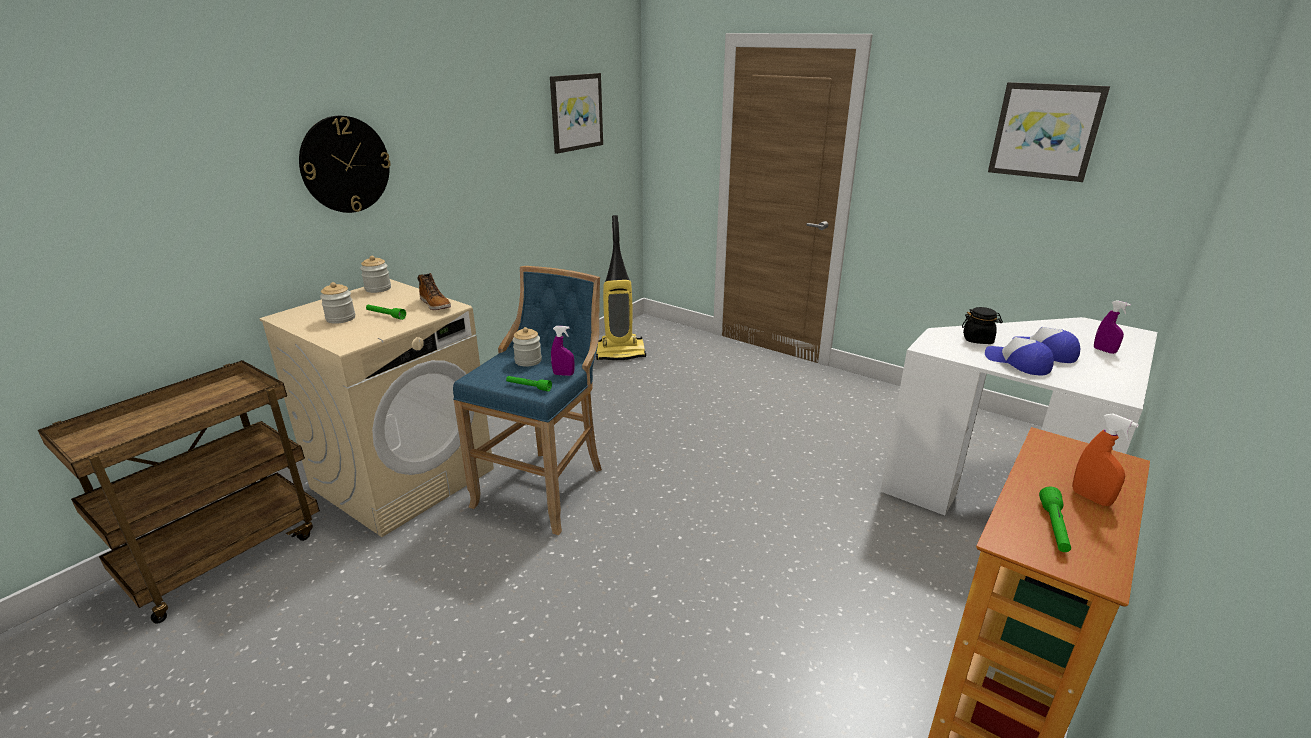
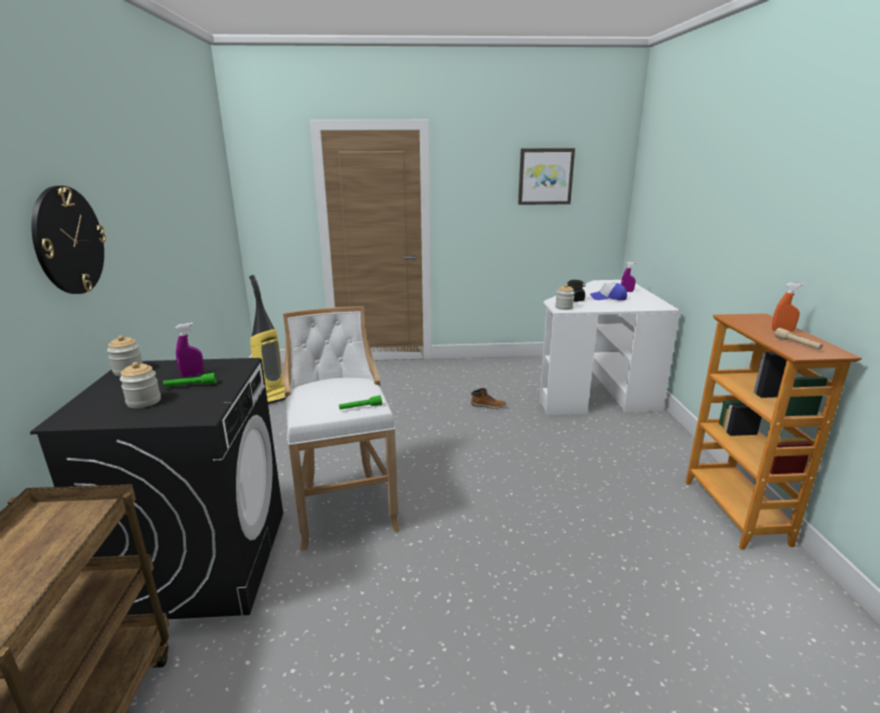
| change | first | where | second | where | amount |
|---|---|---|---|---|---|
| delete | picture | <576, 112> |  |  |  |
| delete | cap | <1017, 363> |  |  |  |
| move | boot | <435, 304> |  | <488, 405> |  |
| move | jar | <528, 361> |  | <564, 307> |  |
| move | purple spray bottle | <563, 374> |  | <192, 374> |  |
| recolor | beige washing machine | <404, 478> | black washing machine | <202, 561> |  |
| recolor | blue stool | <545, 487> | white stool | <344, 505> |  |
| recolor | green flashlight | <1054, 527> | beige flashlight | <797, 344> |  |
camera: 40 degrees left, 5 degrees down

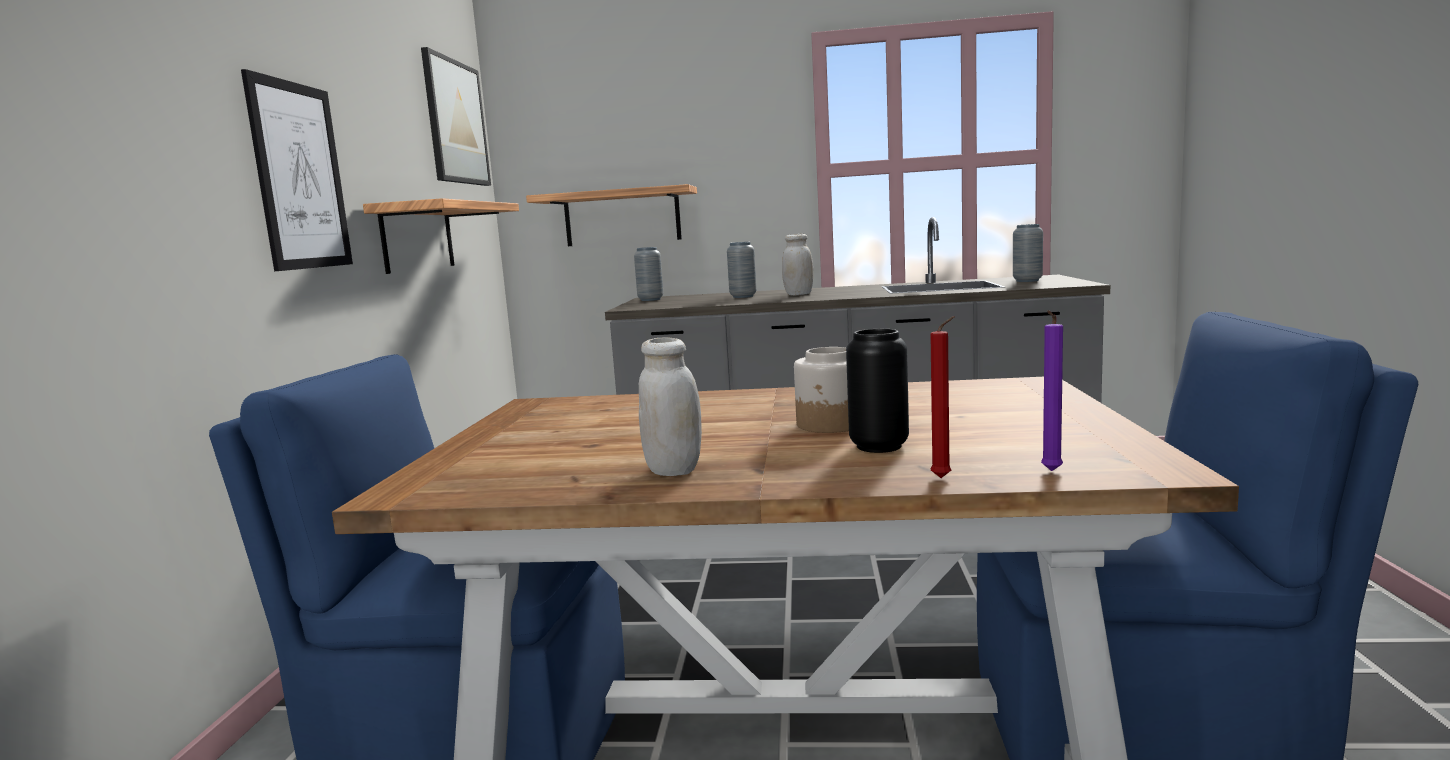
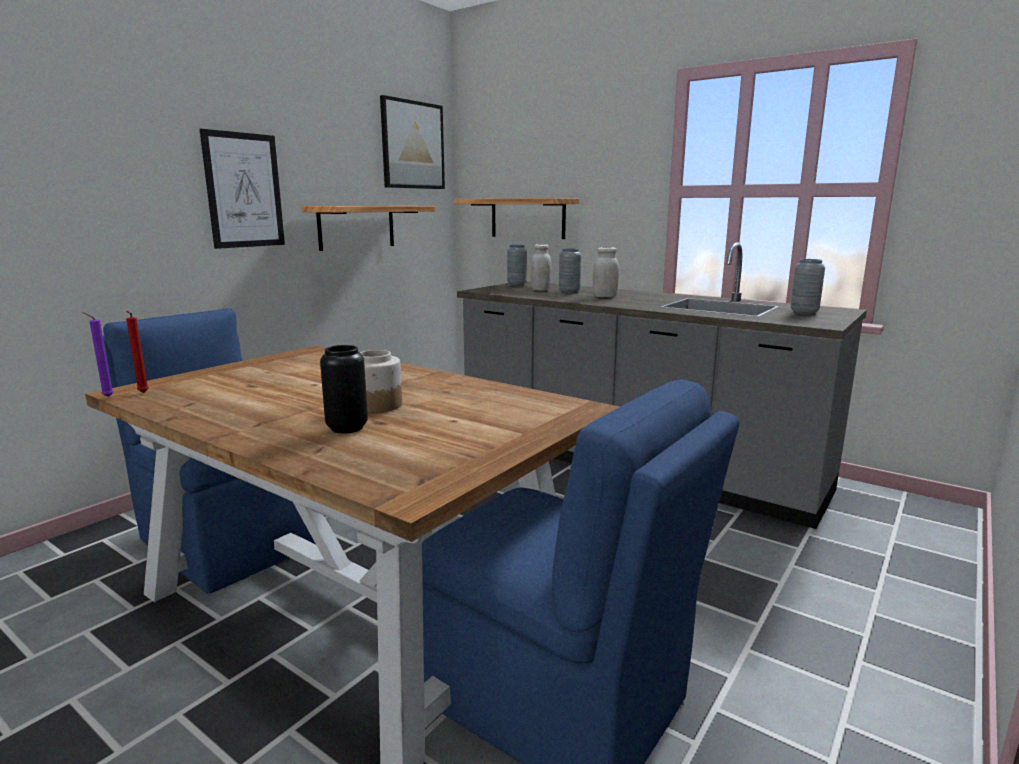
| change | first | where | second | where | amount |
|---|---|---|---|---|---|
| move | white jar | <673, 470> |  | <540, 290> |  |
| move | red candle | <943, 479> |  | <142, 393> |  |
| move | purple candle | <1050, 472> |  | <106, 397> |  |
camera: 30 degrees right, 5 degrees up

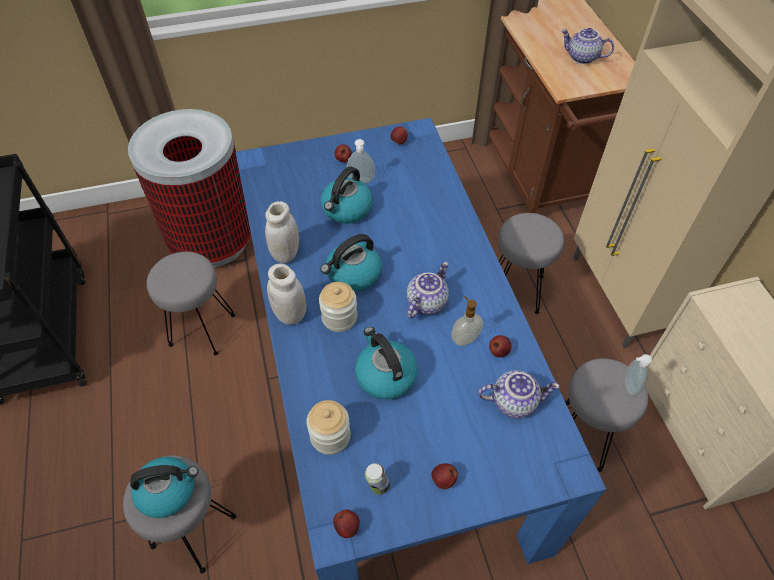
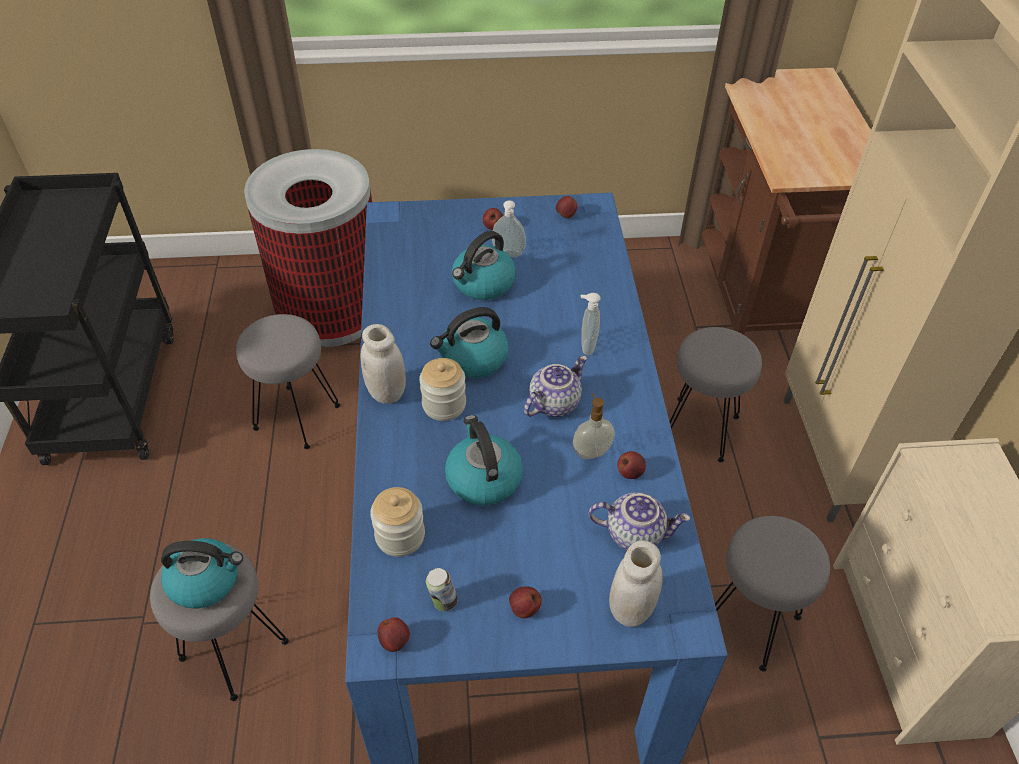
| change | first | where | second | where | amount |
|---|---|---|---|---|---|
| delete | teapot | <581, 58> |  |  |  |
| move | white jar | <286, 254> |  | <631, 609> |  |
| move | soap dispenser | <628, 386> |  | <586, 346> |  |
camera: 10 degrees right, 5 degrees down

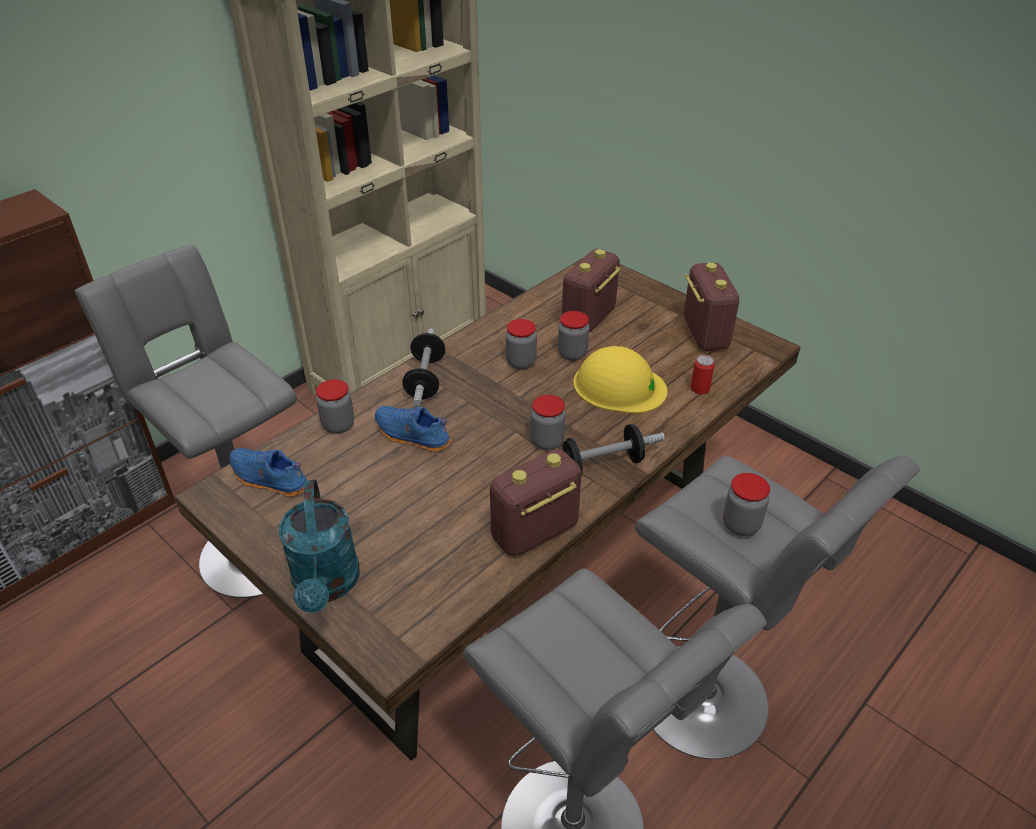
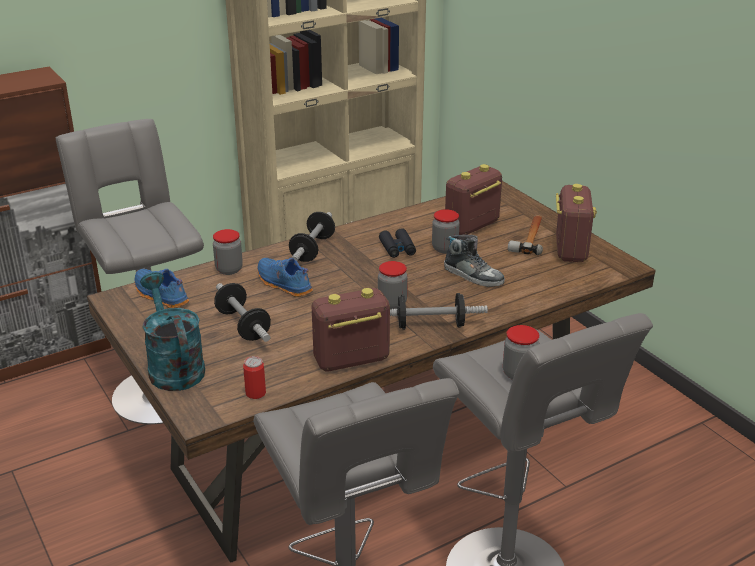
| change | first | where | second | where | amount |
|---|---|---|---|---|---|
| insert |  |  | dumbbell | <243, 325> |  |
| insert |  |  | hammer | <530, 237> |  |
| move | can | <700, 389> |  | <255, 393> |  |
| replace | jar | <521, 362> | black binoculars | <397, 248> |  |
| replace | yellow hard hat | <619, 386> | shoe | <473, 275> |  |
| rotate | turquoise watering can | <326, 586> |  | <173, 366> | 150 degrees clockwise |
camera: 15 degrees right, 10 degrees down

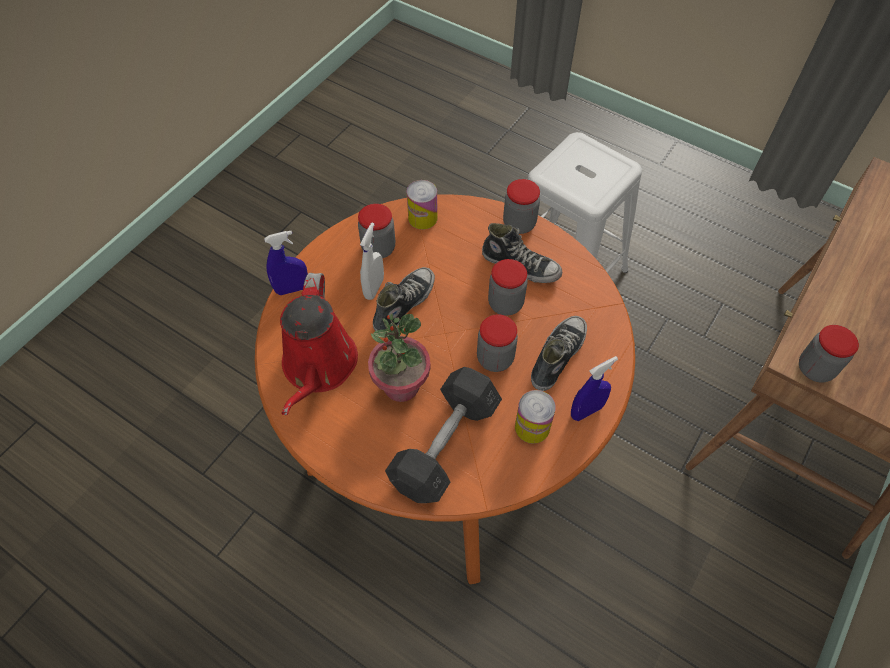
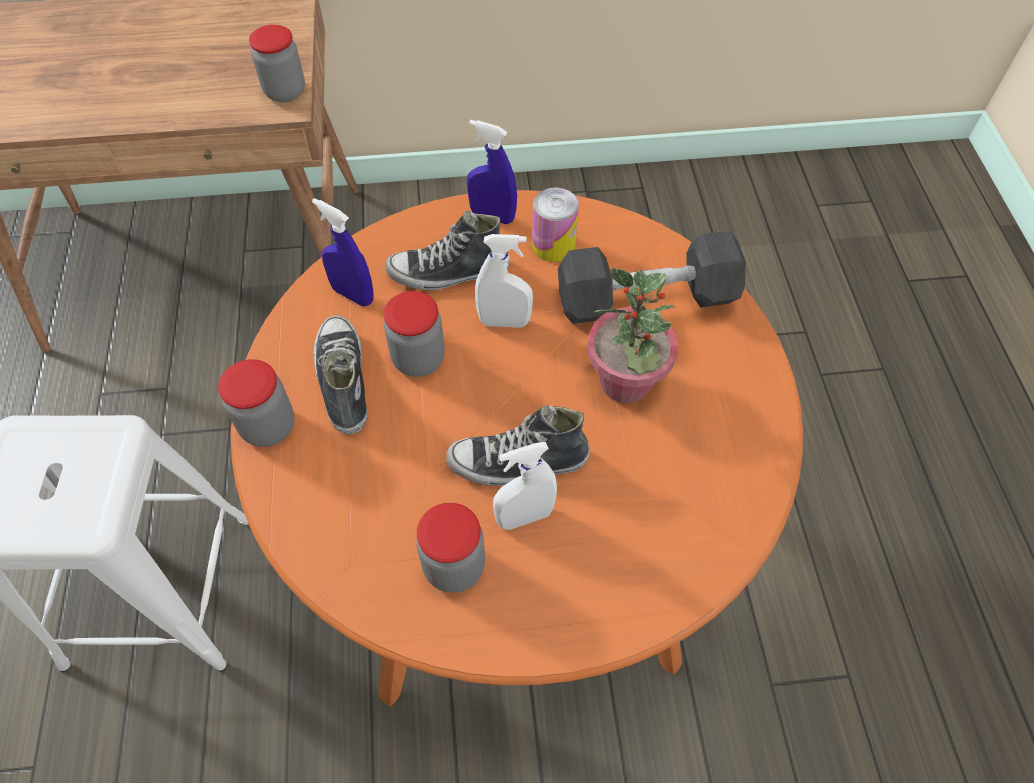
| change | first | where | second | where | amount |
|---|---|---|---|---|---|
| delete | red watering can | <318, 367> |  |  |  |
| delete | can | <422, 218> |  |  |  |
| move | blue spray bottle | <292, 289> |  | <353, 295> |  |
| replace | jar | <495, 358> | white spray bottle | <504, 322> |  |
camera: 130 degrees left, 0 degrees up

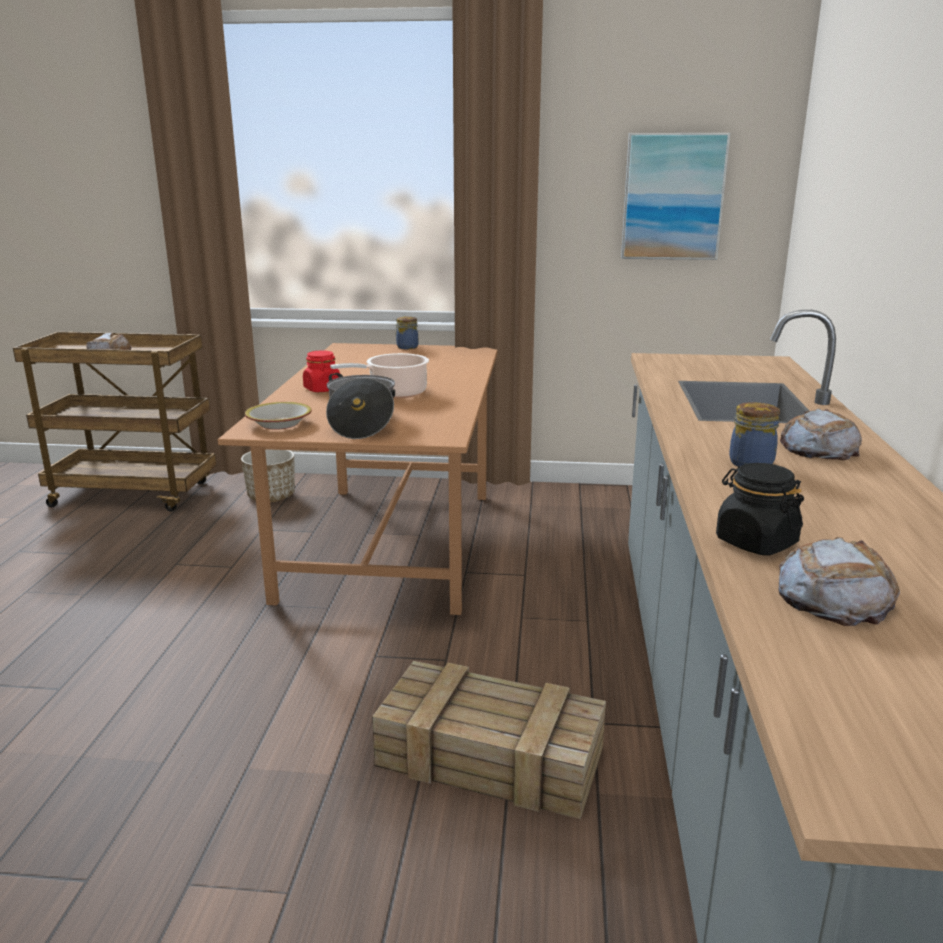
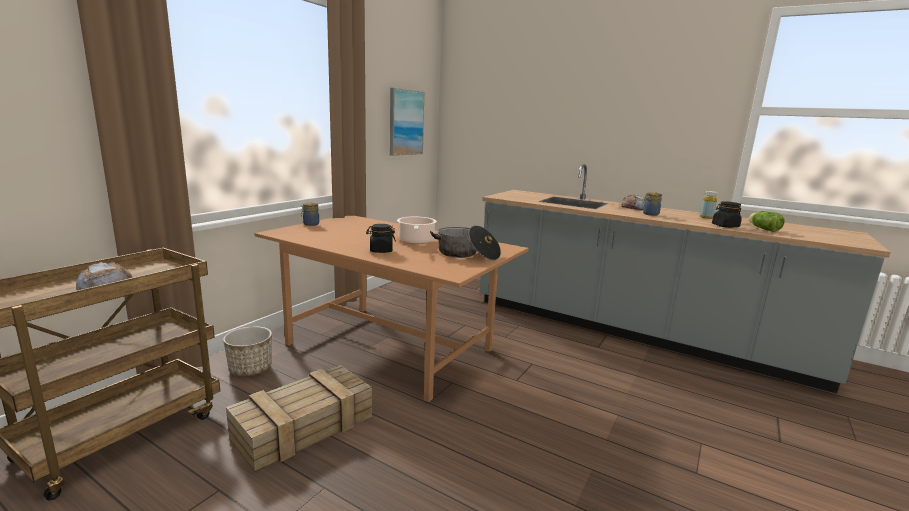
| change | first | where | second | where | amount |
|---|---|---|---|---|---|
| delete | bowl | <279, 424> |  |  |  |
| insert |  |  | yellow bottle | <706, 217> |  |
| move | crate | <493, 757> |  | <305, 426> |  |
| replace | bread | <833, 595> | lettuce | <763, 229> |  |
| recolor | red jar | <322, 389> | black jar | <381, 250> |  |
camera: 65 degrees left, 5 degrees down

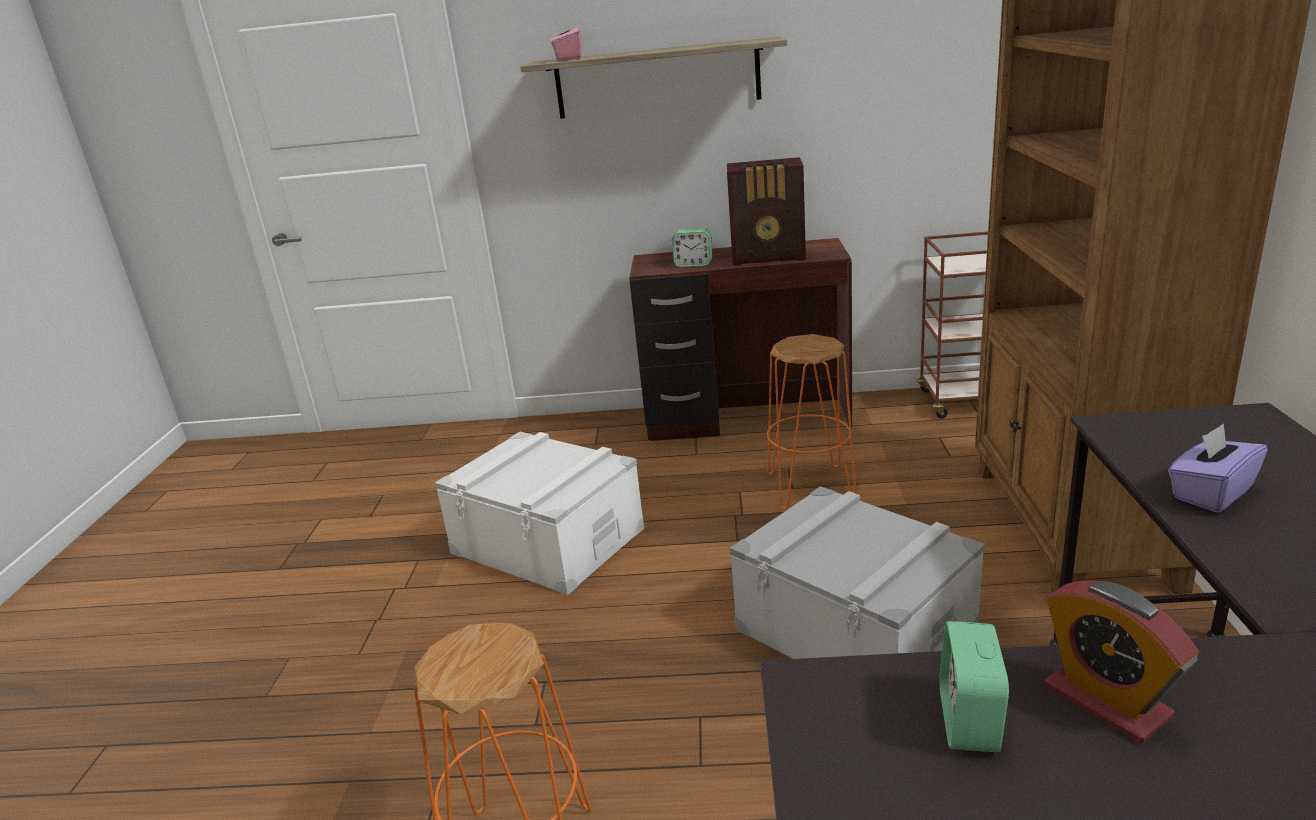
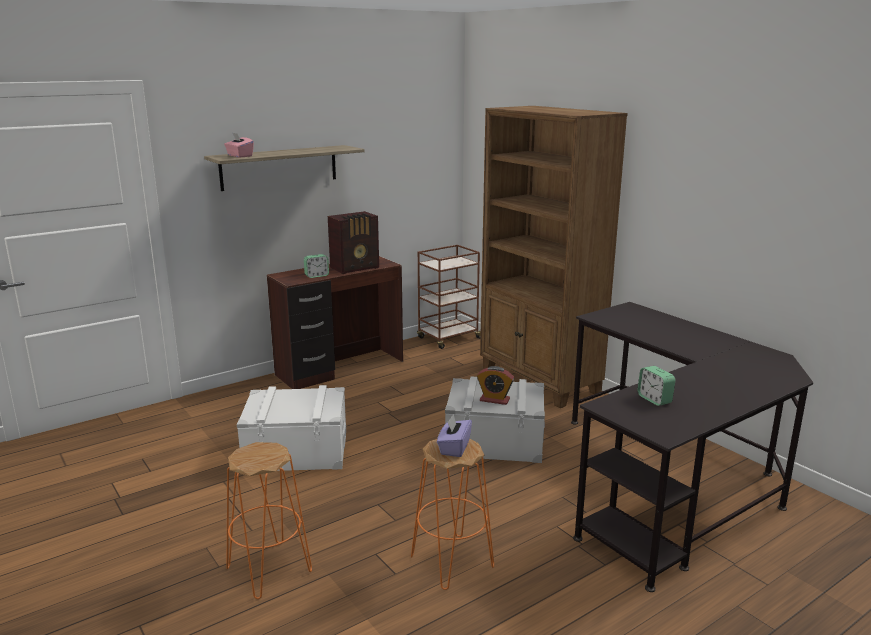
| change | first | where | second | where | amount |
|---|---|---|---|---|---|
| move | orange stool | <810, 487> |  | <268, 570> |  |
| move | alarm clock | <1107, 701> |  | <494, 400> |  |
| move | purple tissue box | <1210, 493> |  | <454, 448> |  |
camera: 40 degrees left, 5 degrees down

